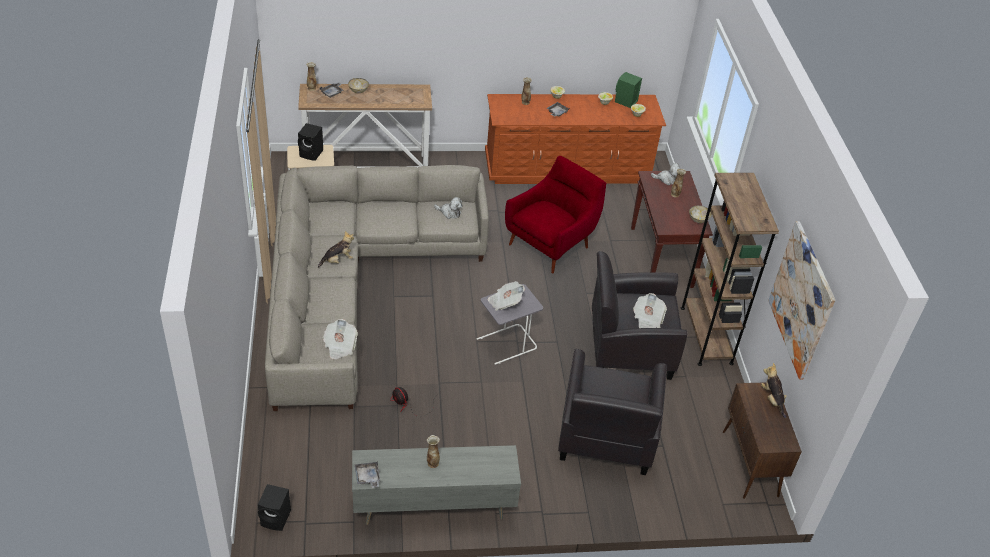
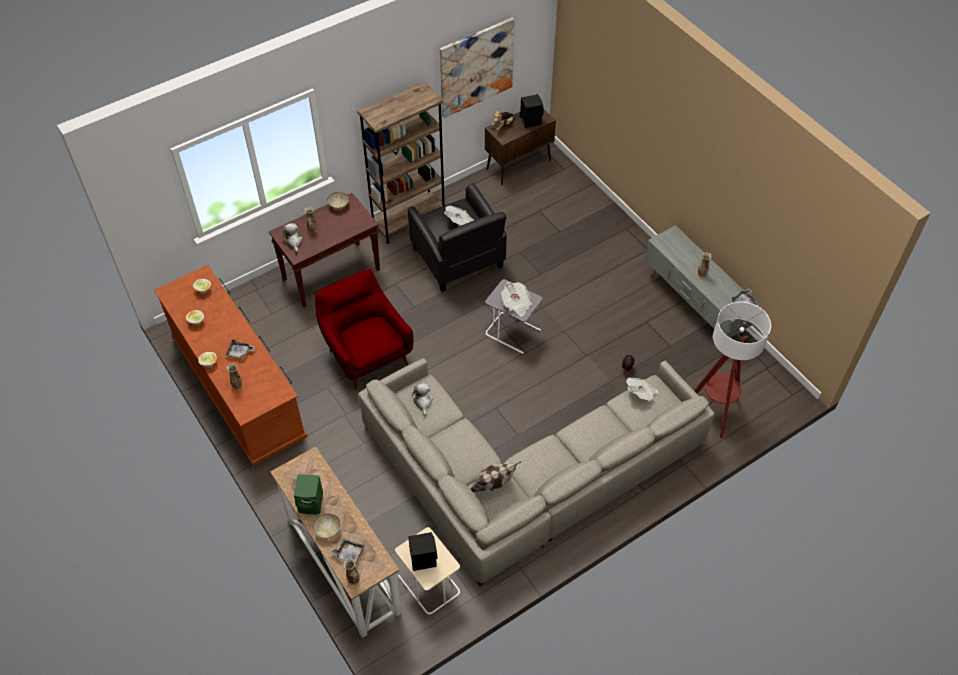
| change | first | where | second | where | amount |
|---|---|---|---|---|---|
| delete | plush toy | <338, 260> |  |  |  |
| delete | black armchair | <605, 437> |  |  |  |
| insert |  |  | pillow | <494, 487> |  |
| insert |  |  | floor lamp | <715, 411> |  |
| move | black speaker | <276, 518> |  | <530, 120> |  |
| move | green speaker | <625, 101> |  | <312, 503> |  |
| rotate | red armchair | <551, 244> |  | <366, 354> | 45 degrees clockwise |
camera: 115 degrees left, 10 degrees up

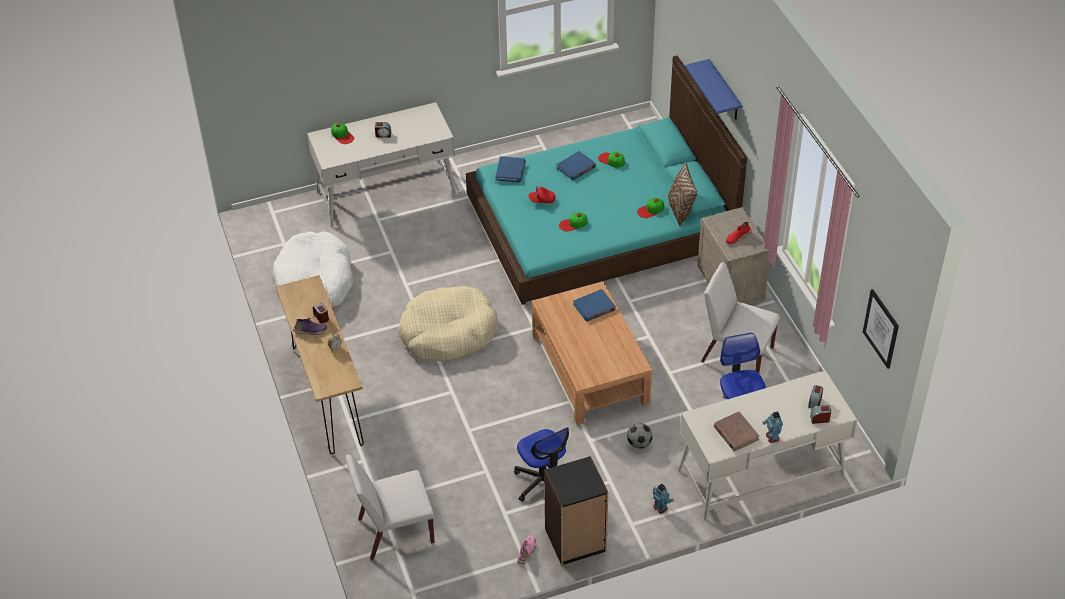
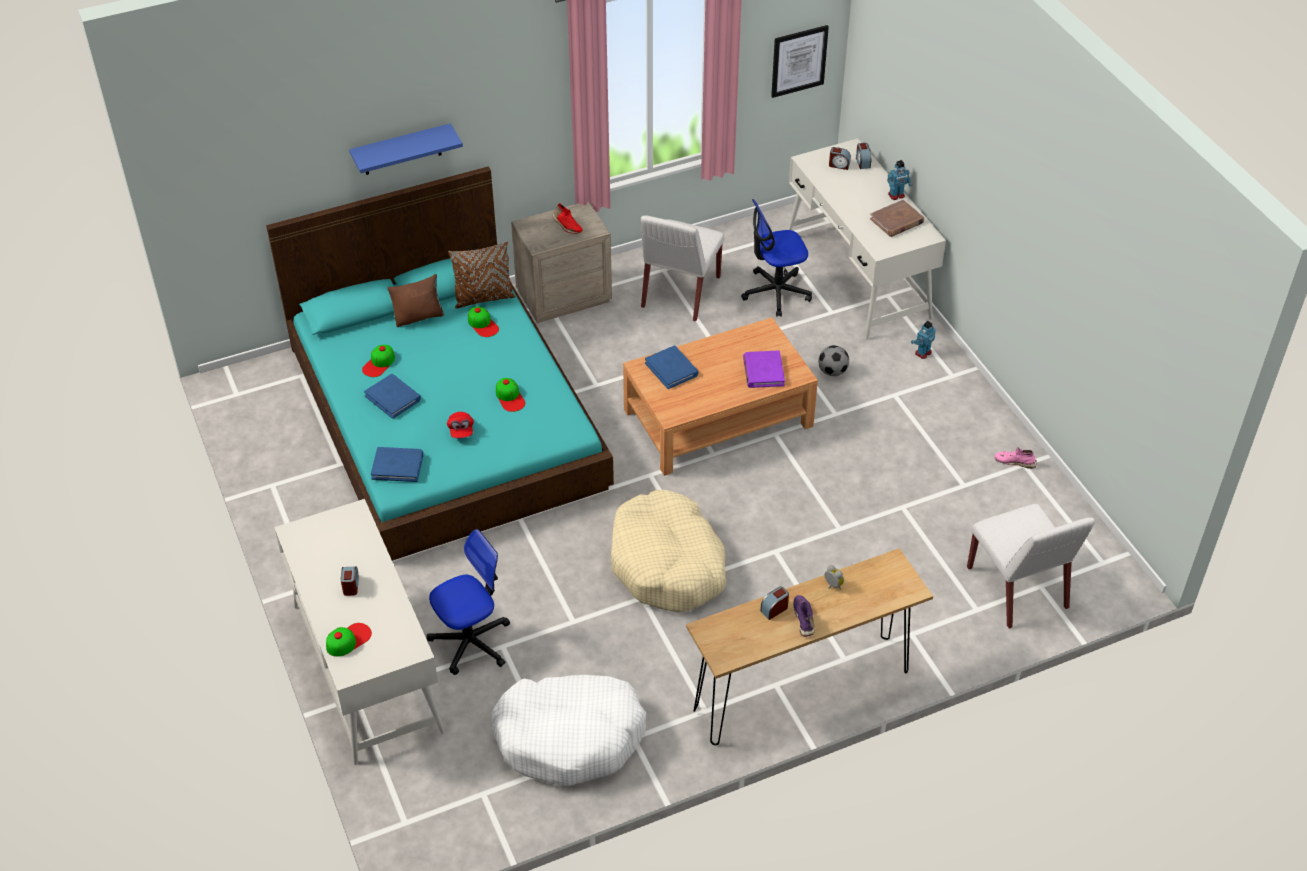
| change | first | where | second | where | amount |
|---|---|---|---|---|---|
| delete | black bookcase | <575, 540> |  |  |  |
| insert |  |  | brown pillow | <418, 317> |  |
| insert |  |  | purple book | <763, 371> |  |
| move | office chair | <543, 482> |  | <471, 641> |  |
camera: 95 degrees left, 0 degrees up

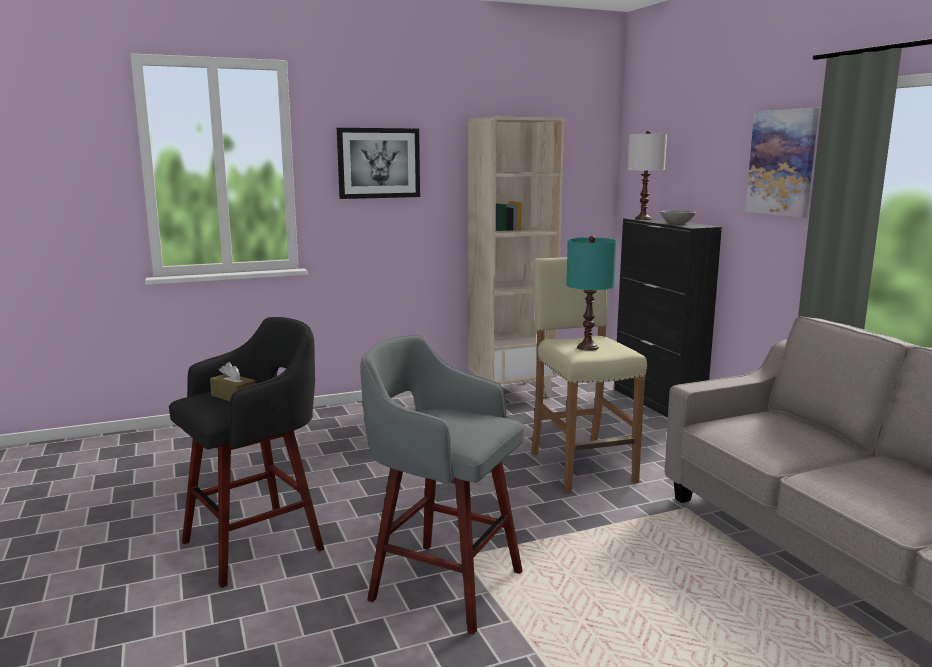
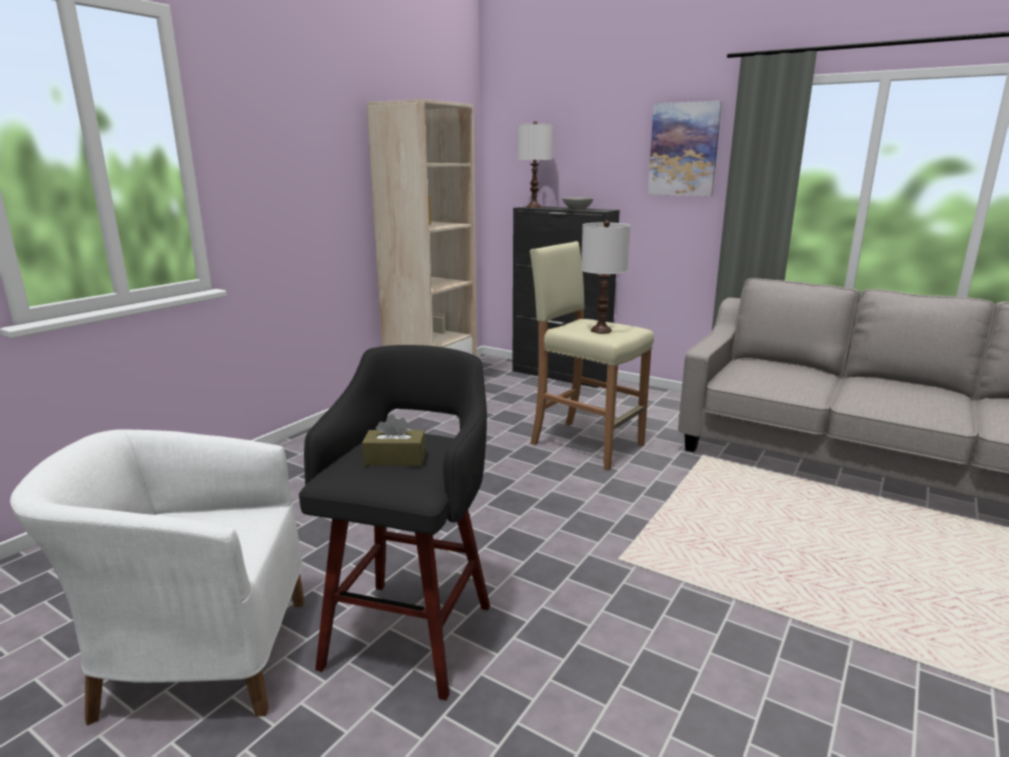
| change | first | where | second | where | amount |
|---|---|---|---|---|---|
| delete | picture | <378, 163> |  |  |  |
| delete | grey stool | <442, 584> |  |  |  |
| insert |  |  | white armchair | <196, 656> |  |
| recolor | turquoise table lamp | <588, 347> | white table lamp | <601, 330> |  |
camera: 35 degrees left, 5 degrees up

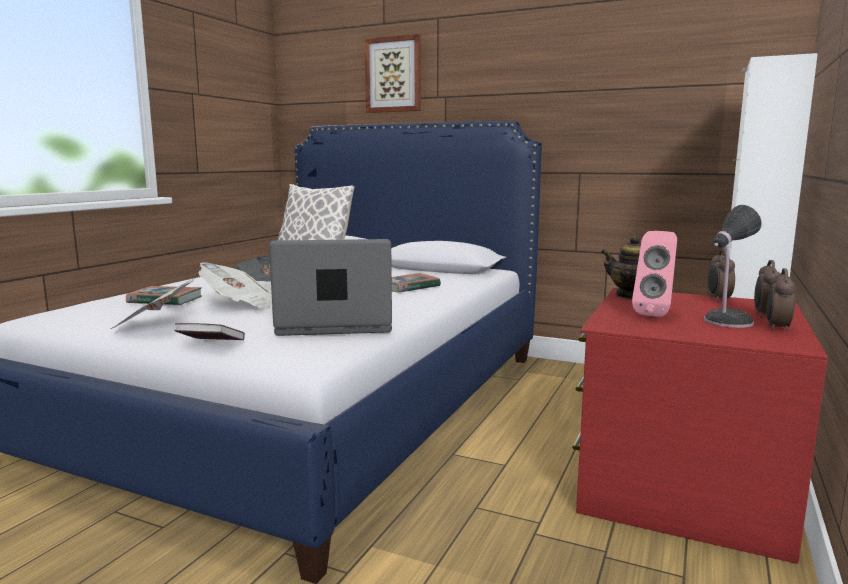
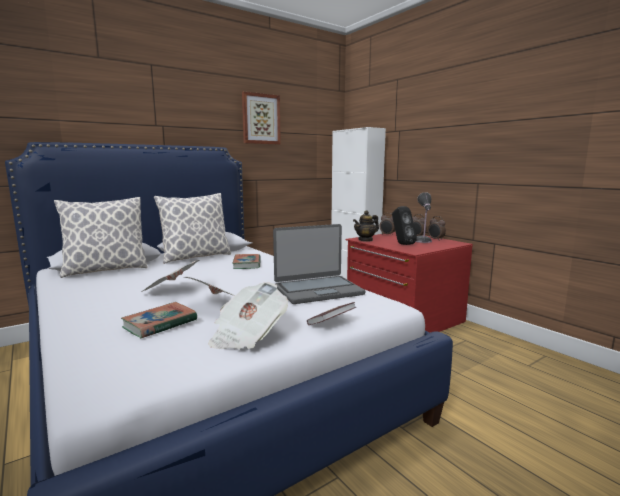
| change | first | where | second | where | amount |
|---|---|---|---|---|---|
| insert |  |  | pillow | <196, 257> |  |
| move | picture | <394, 75> |  | <260, 119> |  |
| recolor | pink speaker | <654, 314> | black speaker | <401, 244> |  |
| rotate | laptop | <334, 324> |  | <318, 290> | 135 degrees counterclockwise |
camera: 60 degrees left, 0 degrees up

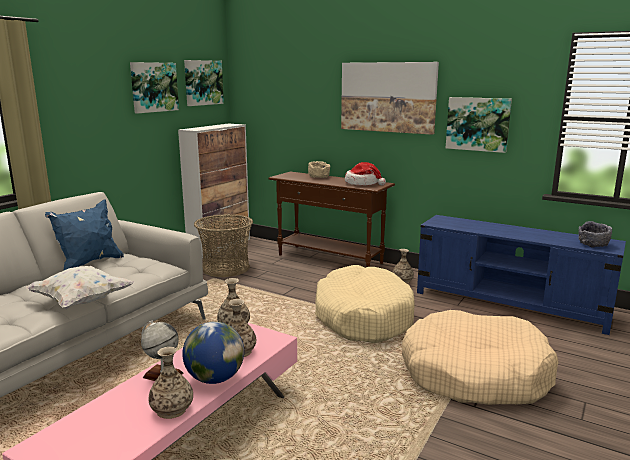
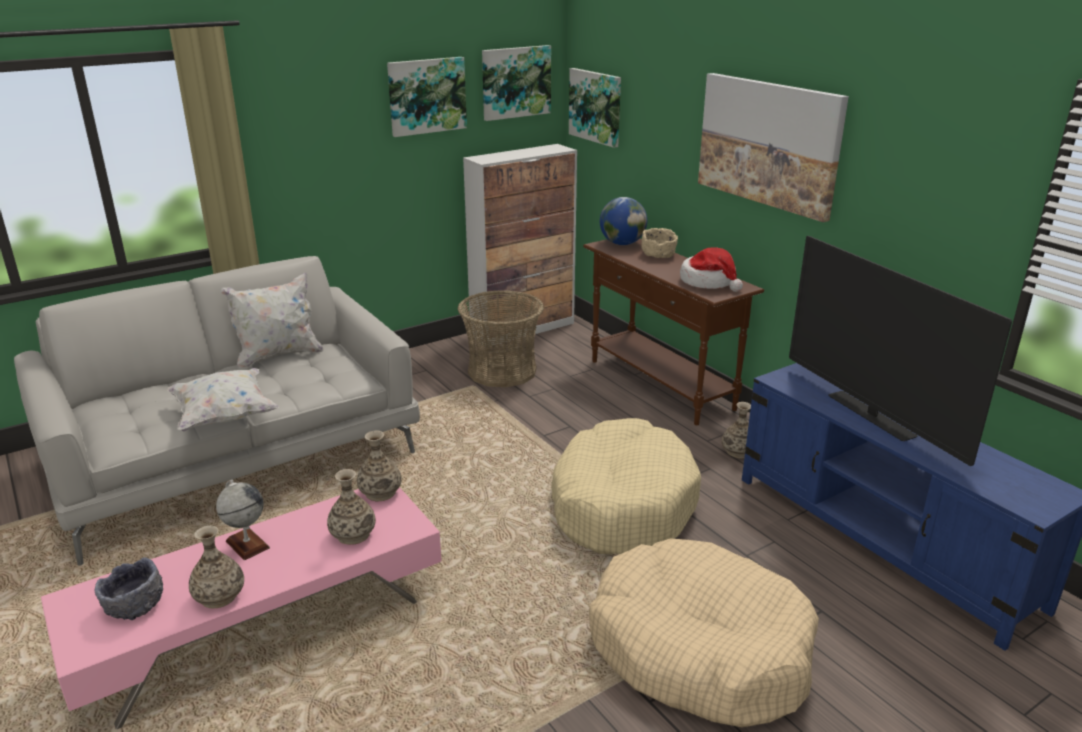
| change | first | where | second | where | amount |
|---|---|---|---|---|---|
| insert |  |  | television | <870, 416> |  |
| move | globe | <215, 378> |  | <622, 243> |  |
| move | picture | <478, 124> |  | <596, 106> |  |
| move | grey bowl | <593, 244> |  | <134, 605> |  |
| recolor | blue pillow | <89, 263> | white pillow | <278, 355> |  |
camera: 25 degrees right, 10 degrees up

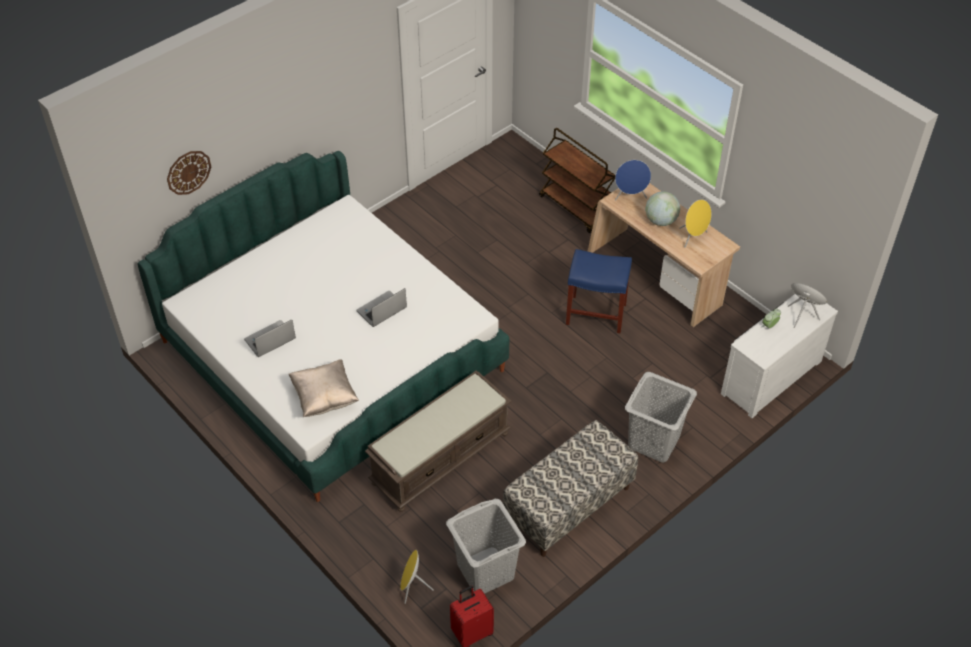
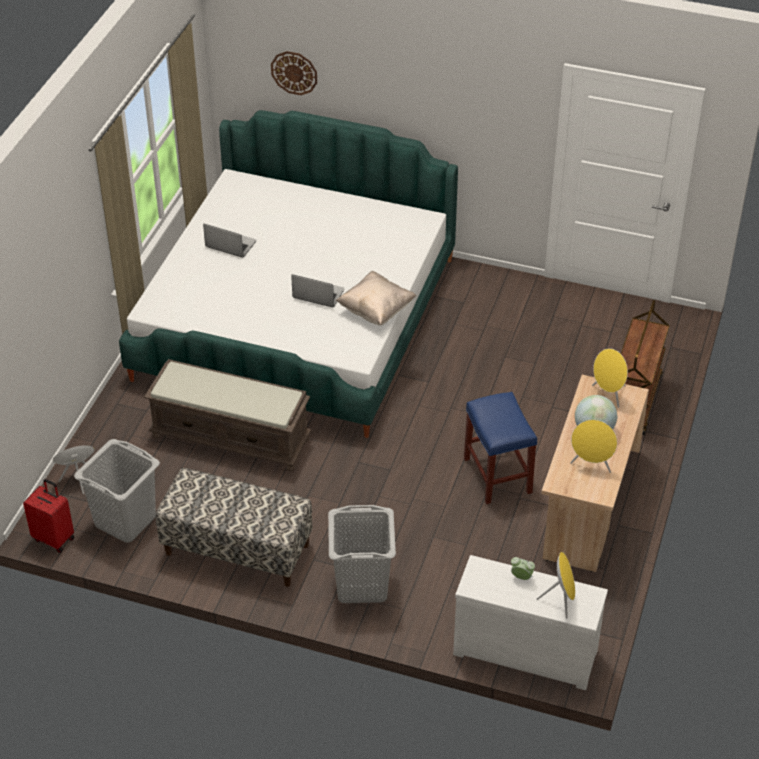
| change | first | where | second | where | amount |
|---|---|---|---|---|---|
| move | beige pillow | <324, 398> |  | <376, 310> |  |
| recolor | blue speaker | <630, 197> | yellow speaker | <608, 394> |  |
camera: 60 degrees right, 5 degrees down

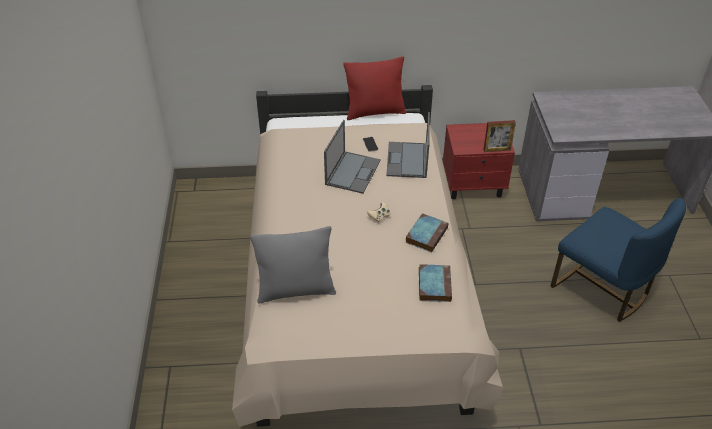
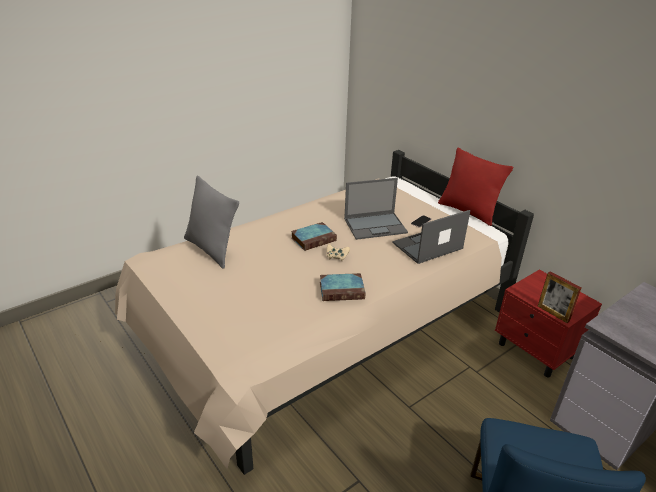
| change | first | where | second | where | amount |
|---|---|---|---|---|---|
| move | book | <434, 285> |  | <314, 239> |  |
camera: 55 degrees right, 10 degrees down

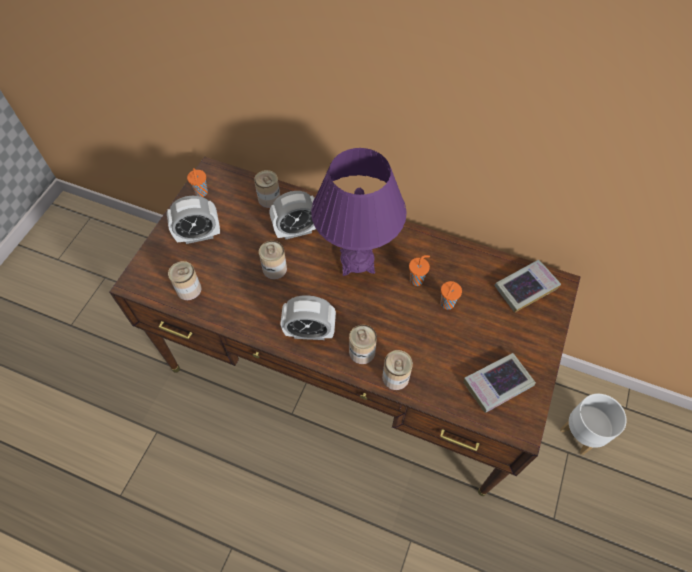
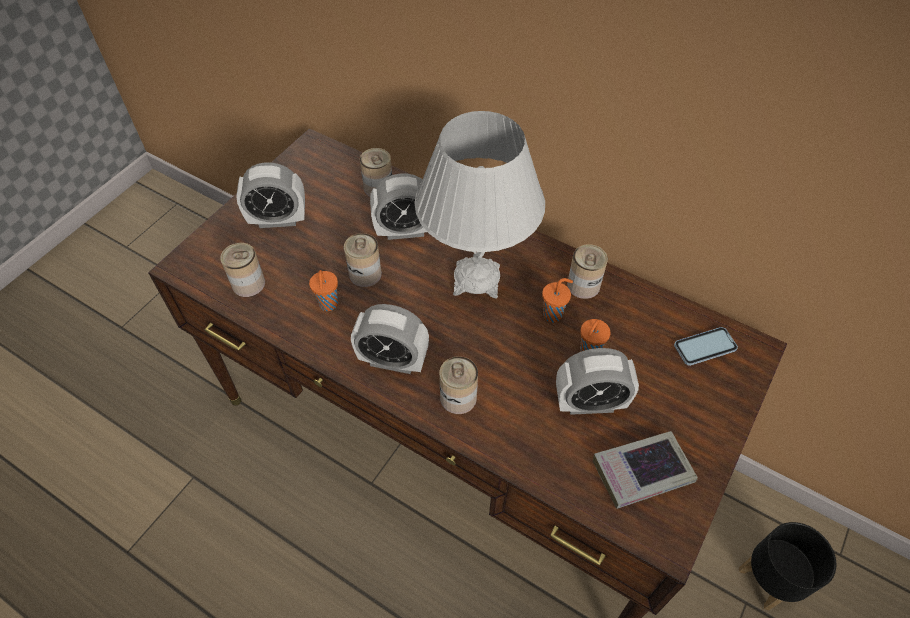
| change | first | where | second | where | amount |
|---|---|---|---|---|---|
| insert |  |  | alarm clock | <590, 403> |  |
| move | orange cup | <201, 193> |  | <328, 305> |  |
| move | can | <395, 377> |  | <583, 285> |  |
| replace | book | <525, 288> | phone | <704, 347> |  |
| recolor | purple table lamp | <357, 261> | white table lamp | <476, 279> |  |
| recolor | white planter | <580, 433> | black planter | <768, 579> |  |
camera: 10 degrees right, 5 degrees down

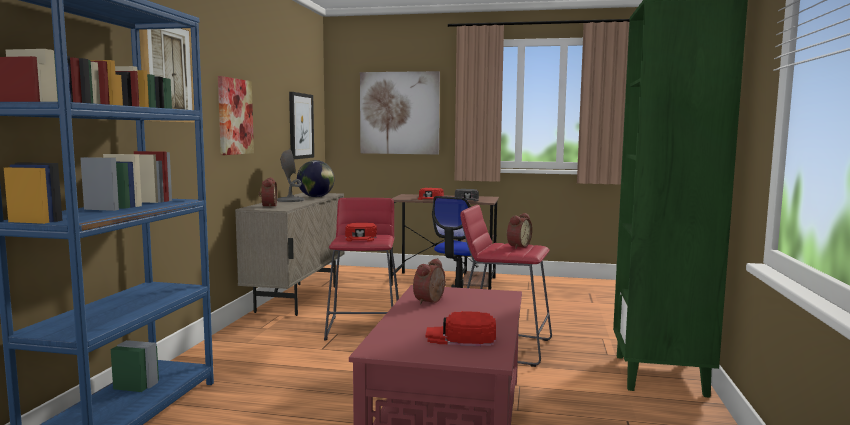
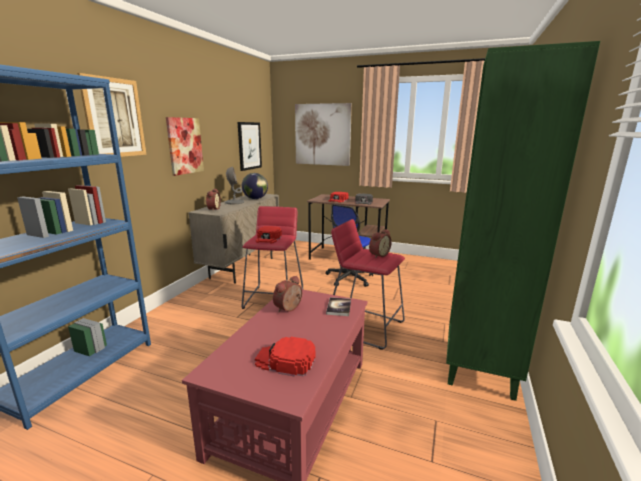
| change | first | where | second | where | amount |
|---|---|---|---|---|---|
| insert |  |  | book | <339, 307> |  |
camera: 10 degrees right, 10 degrees up

